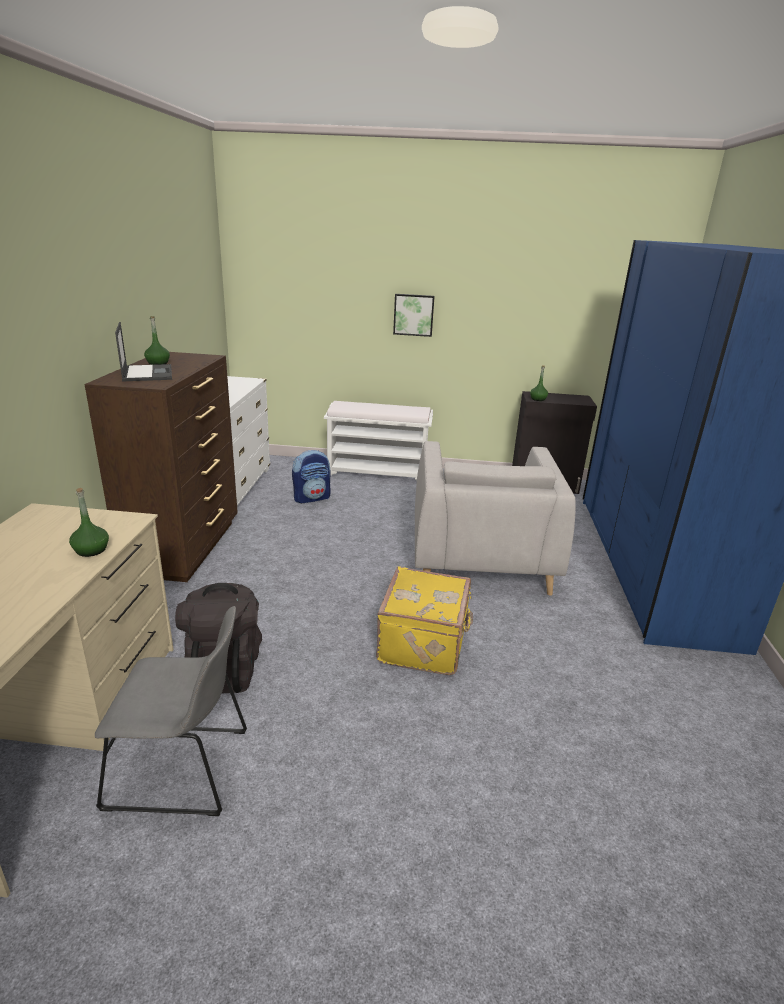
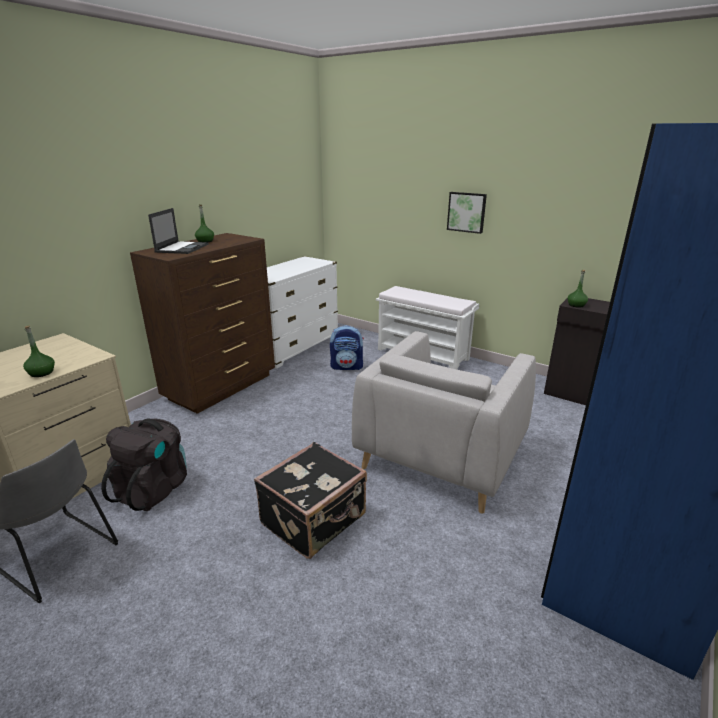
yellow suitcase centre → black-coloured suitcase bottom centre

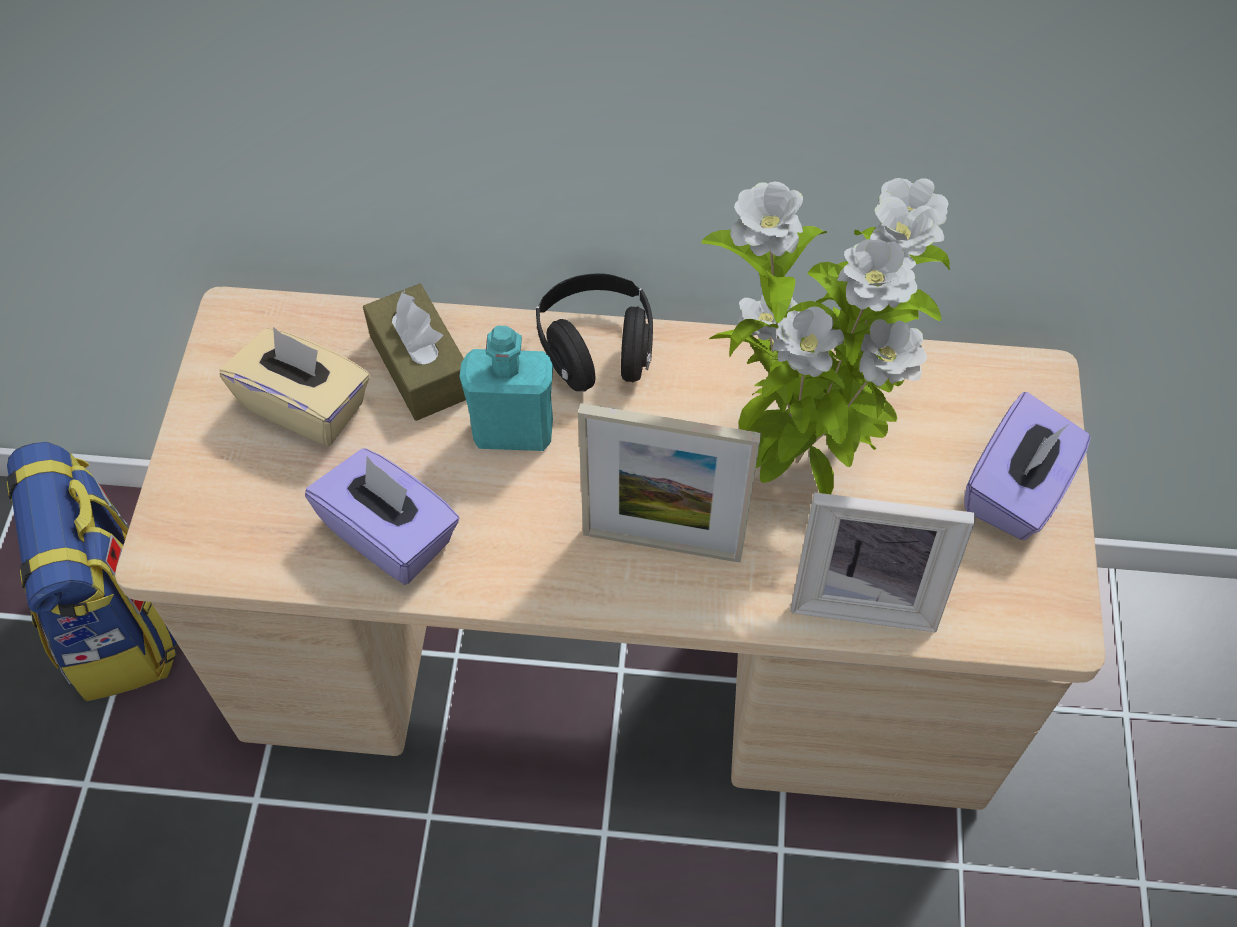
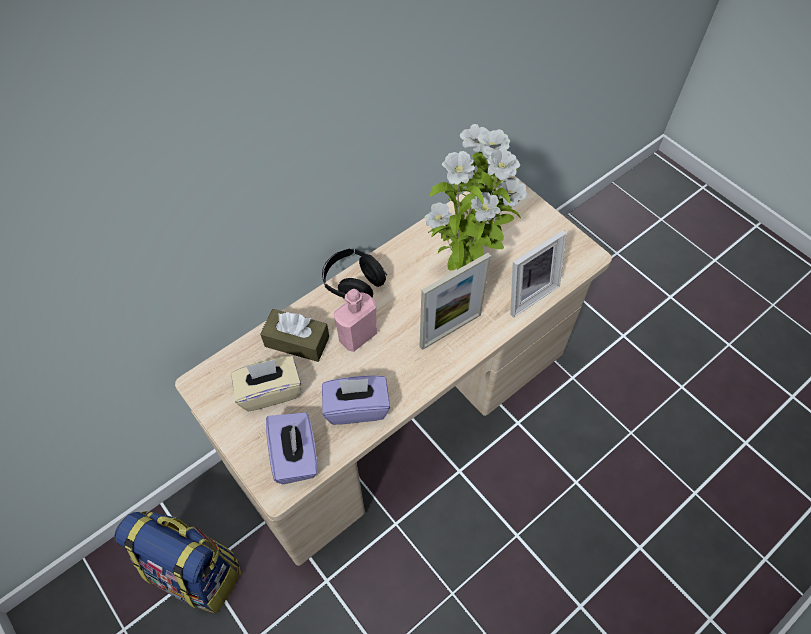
blue-green bottle centre → pink-coloured bottle centre
purple-coloured tissue box (no. 2 from left in the first image) middle right → purple-coloured tissue box (no. 1 from left) bottom centre, shifted

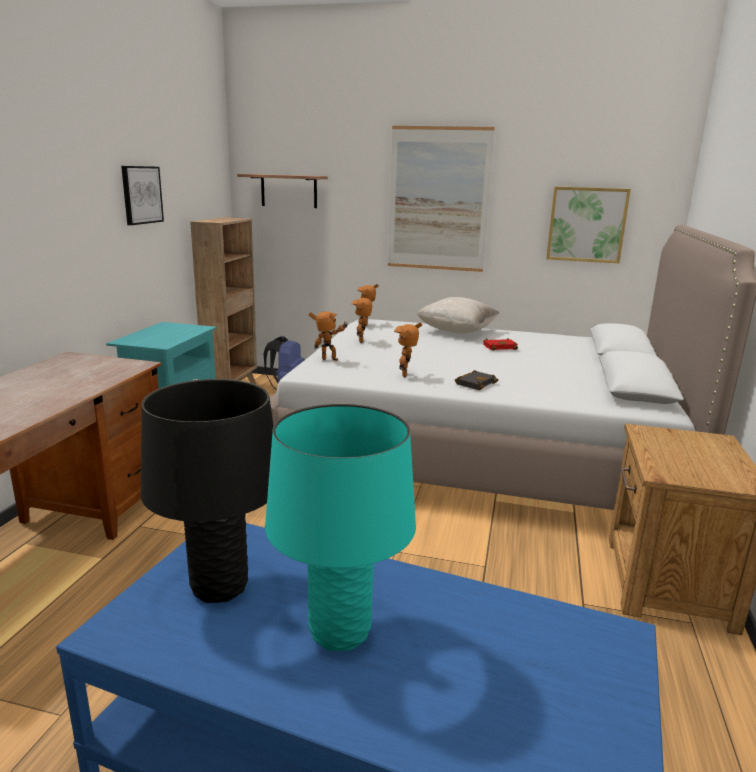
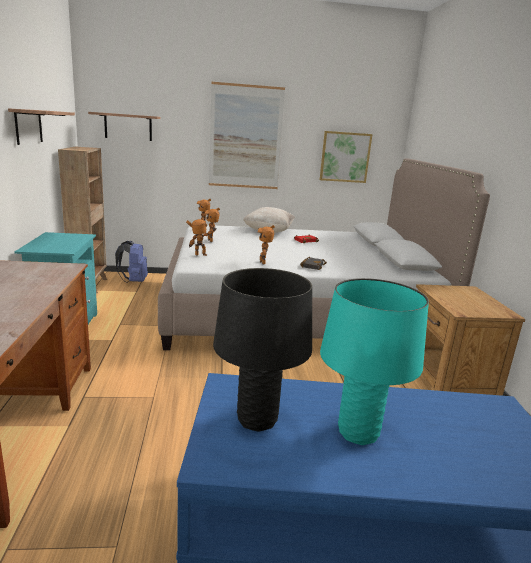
wall picture (no. 1 from left) top left → bracket shelf (no. 1 from left) top left

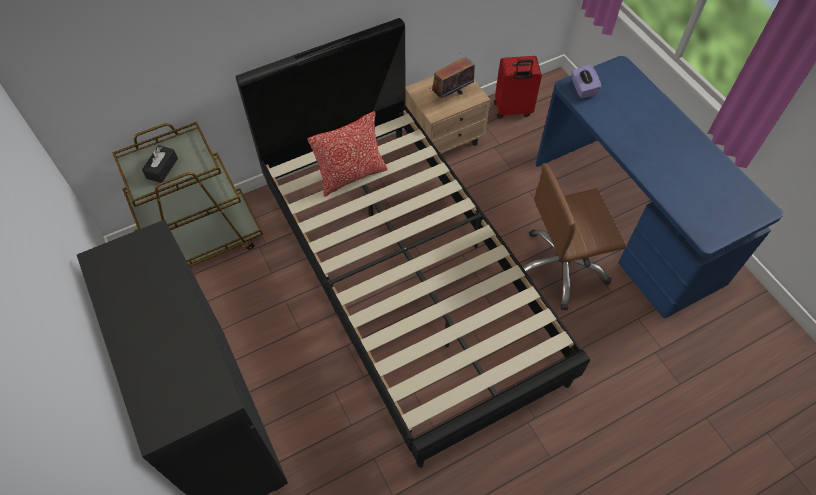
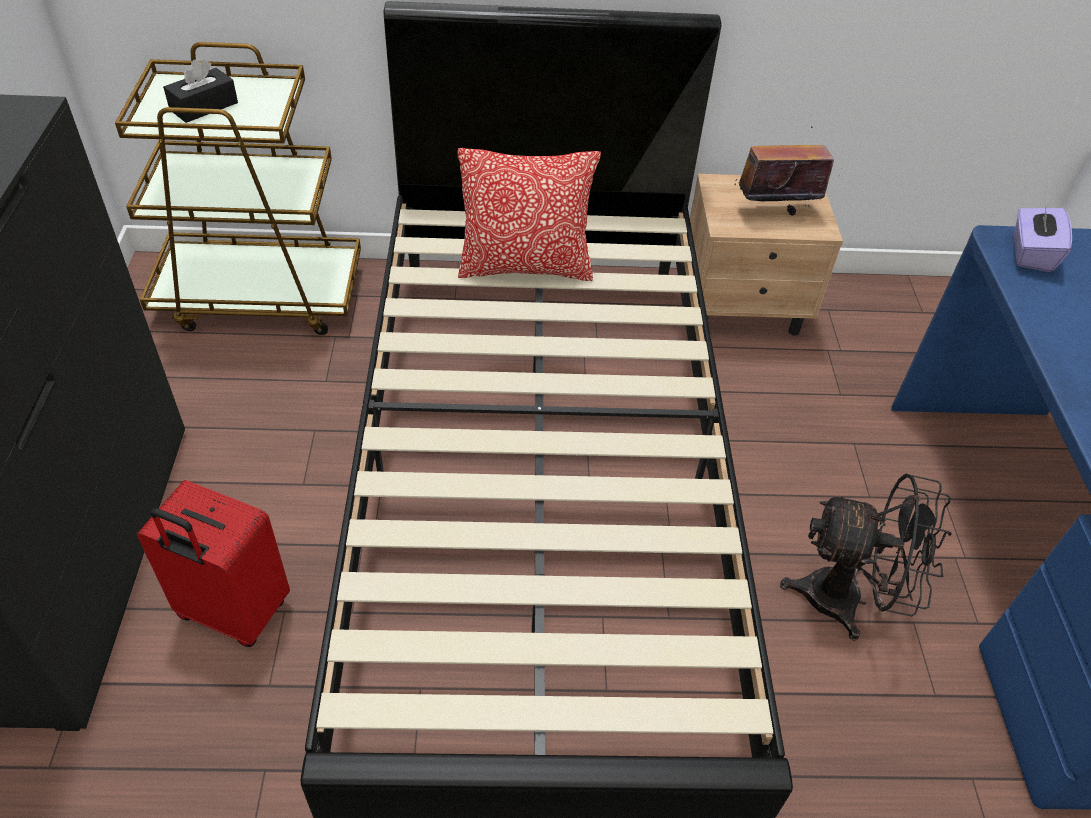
red suitcase top centre → red suitcase bottom left, shifted
brown desk chair middle right → black-coloured electric fan bottom right

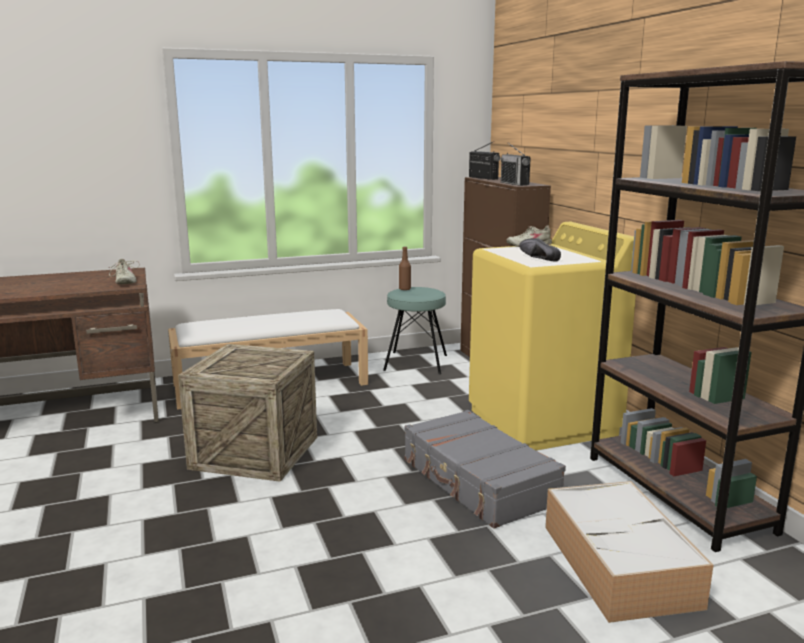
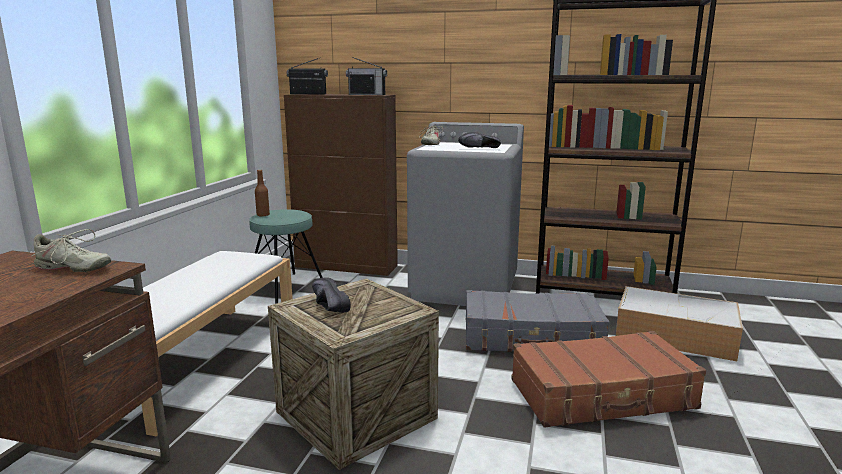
yellow washing machine middle right → grey washing machine centre
- → black-coloured low shoe (no. 1 from left) centre
- → brown suitcase bottom right

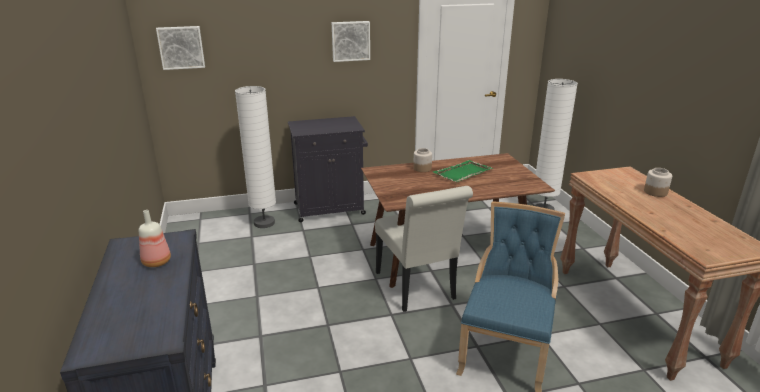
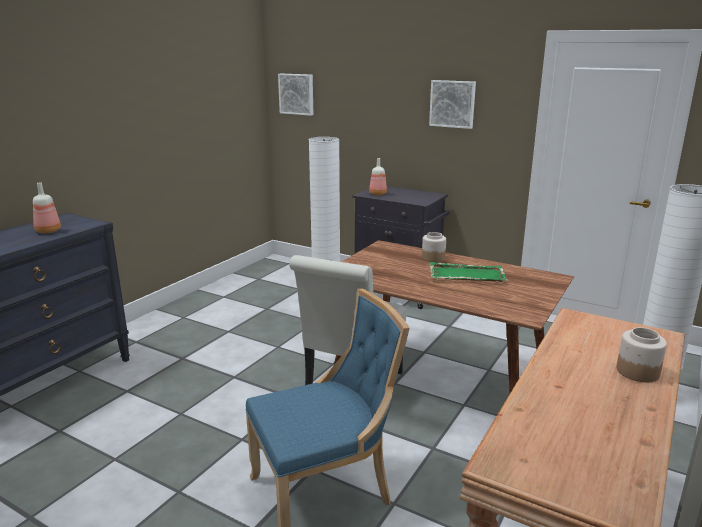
- → bottle (no. 2 from left) centre

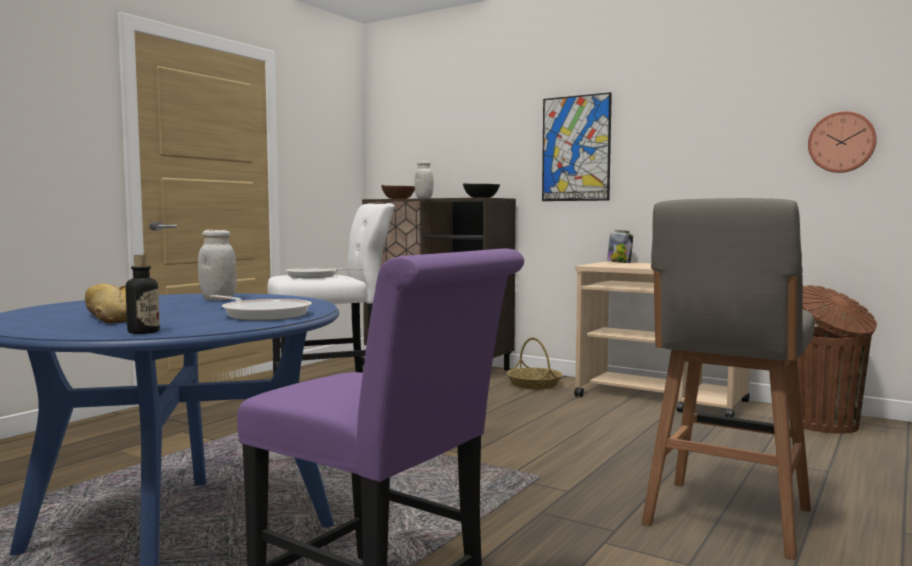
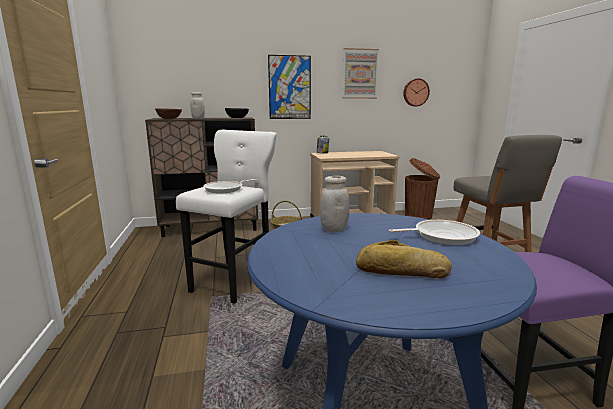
bottle middle left → -
- → wall picture (no. 2 from left) top centre

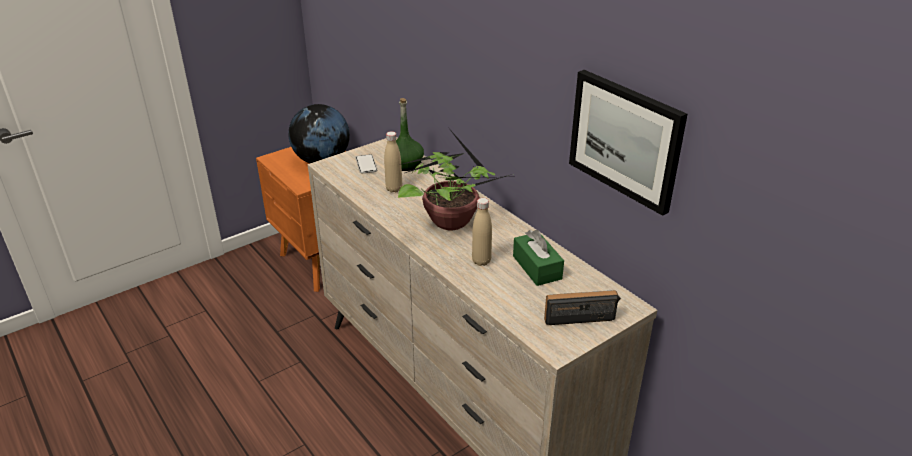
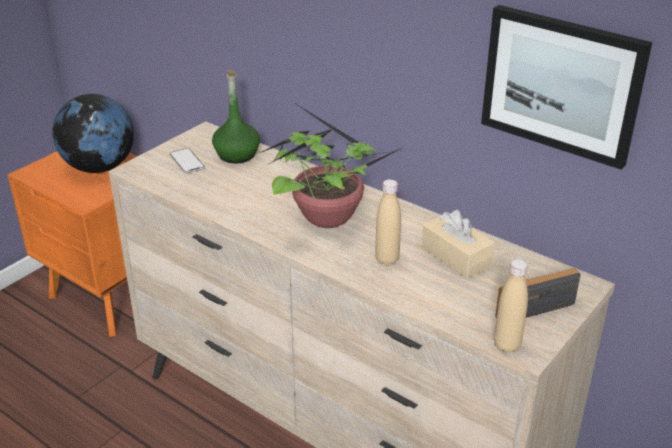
sand-coloured bottle (no. 1 from left in the first image) centre → sand-coloured bottle (no. 2 from left) bottom right, shifted
greenish tissue box centre → sand-coloured tissue box middle right

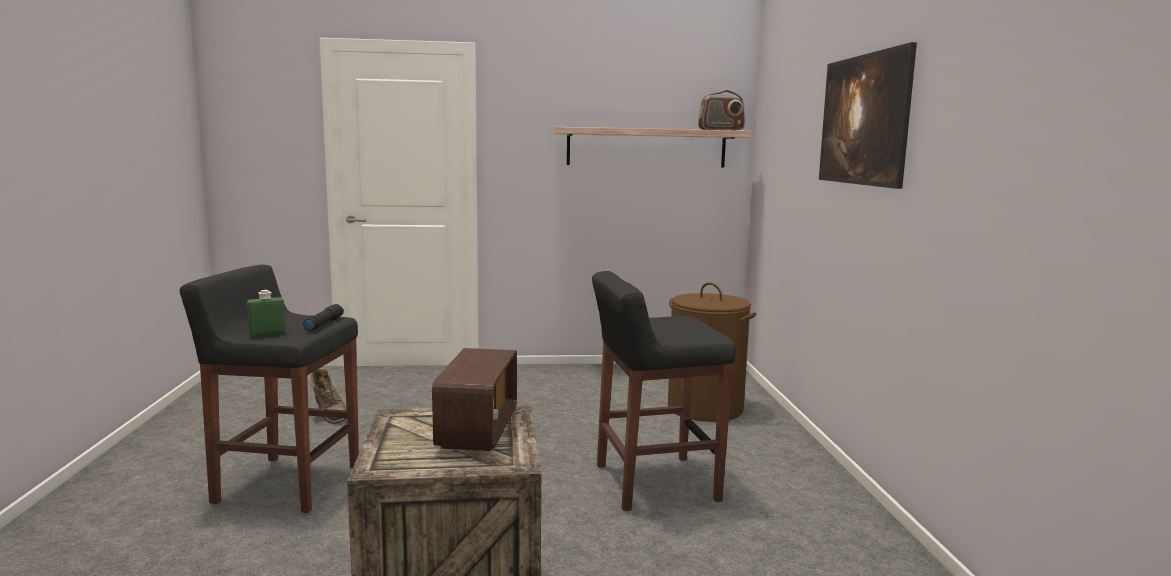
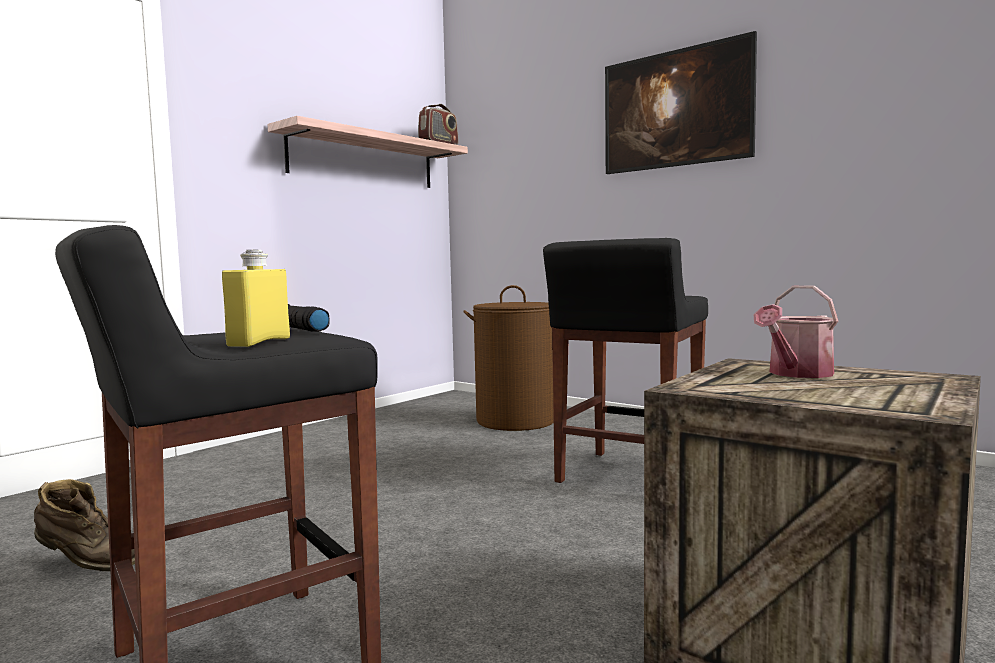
greenish bottle middle left → yellow bottle middle left
radio receiver (no. 1 from left) bottom centre → watering can middle right

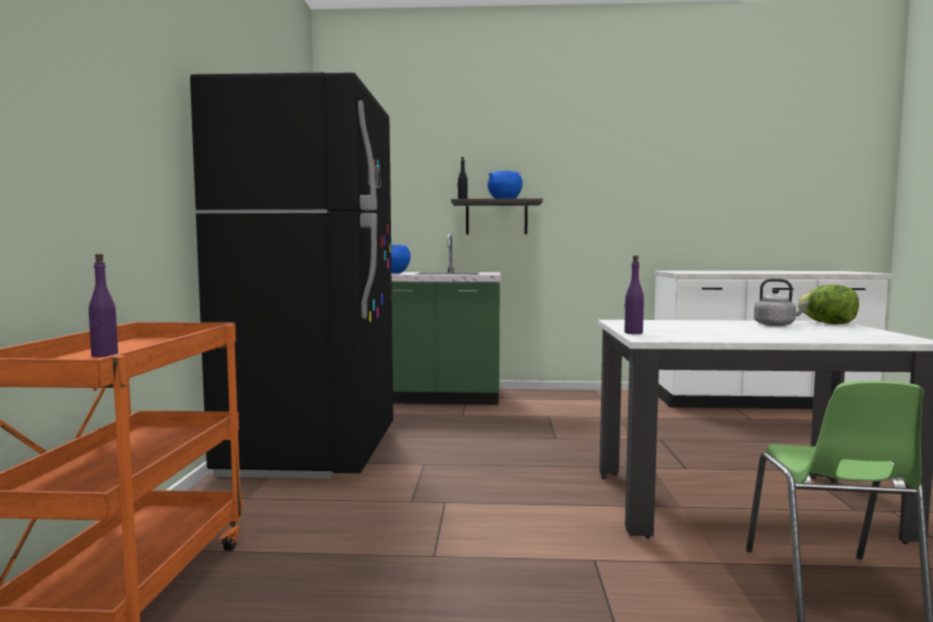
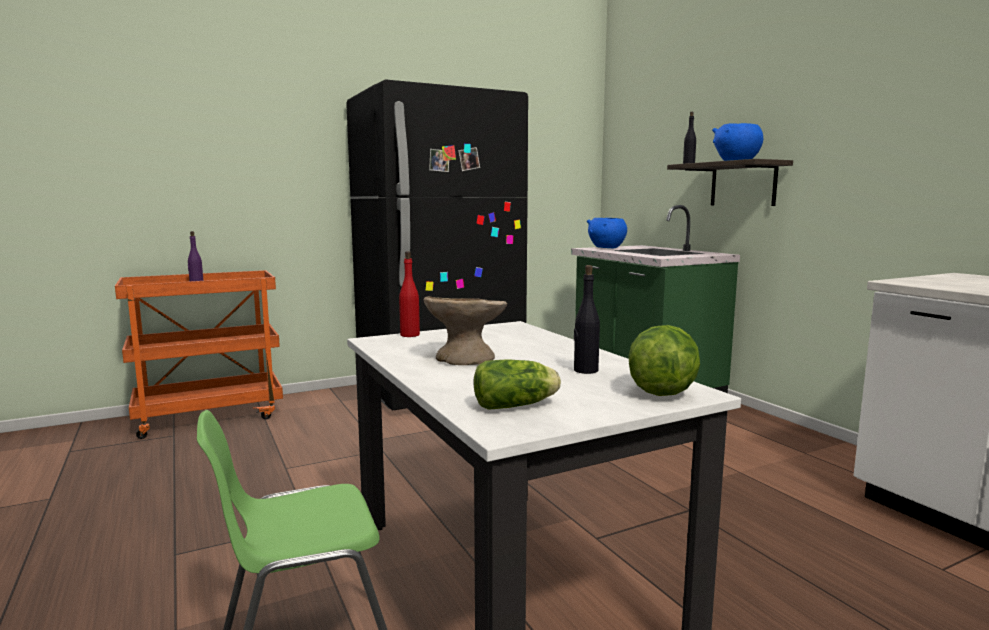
purple-coloured bottle (no. 2 from left) middle right → red bottle centre
grey water kettle middle right → black-coloured bottle (no. 1 from left) centre
- → sand-coloured serving bowl centre
- → lettuce (no. 1 from left) centre

